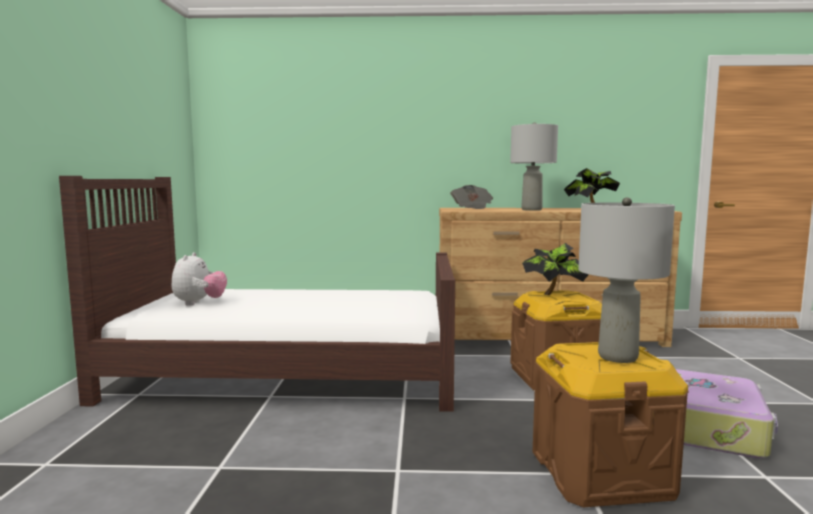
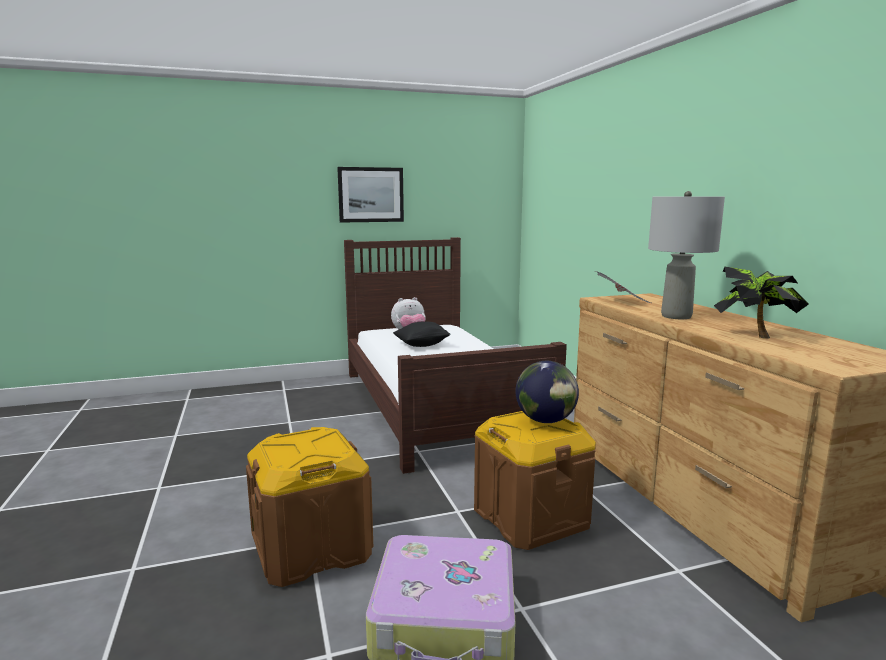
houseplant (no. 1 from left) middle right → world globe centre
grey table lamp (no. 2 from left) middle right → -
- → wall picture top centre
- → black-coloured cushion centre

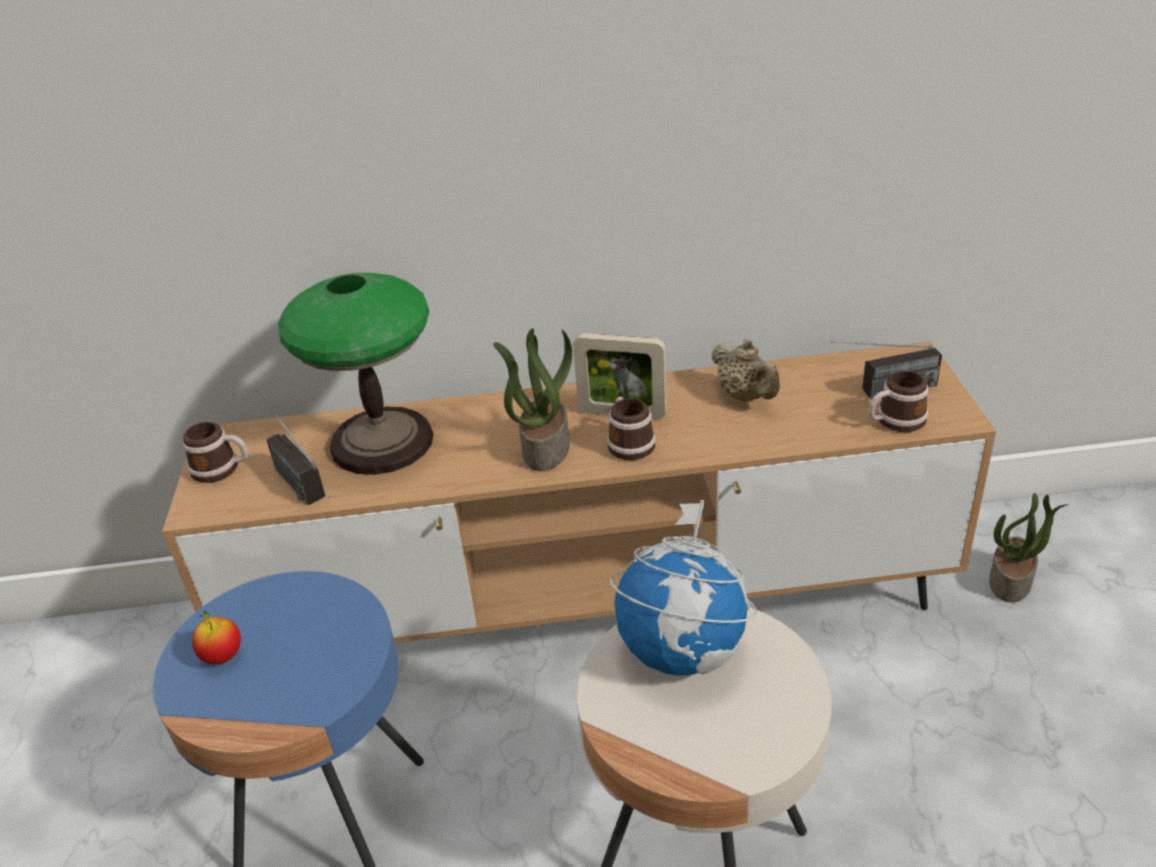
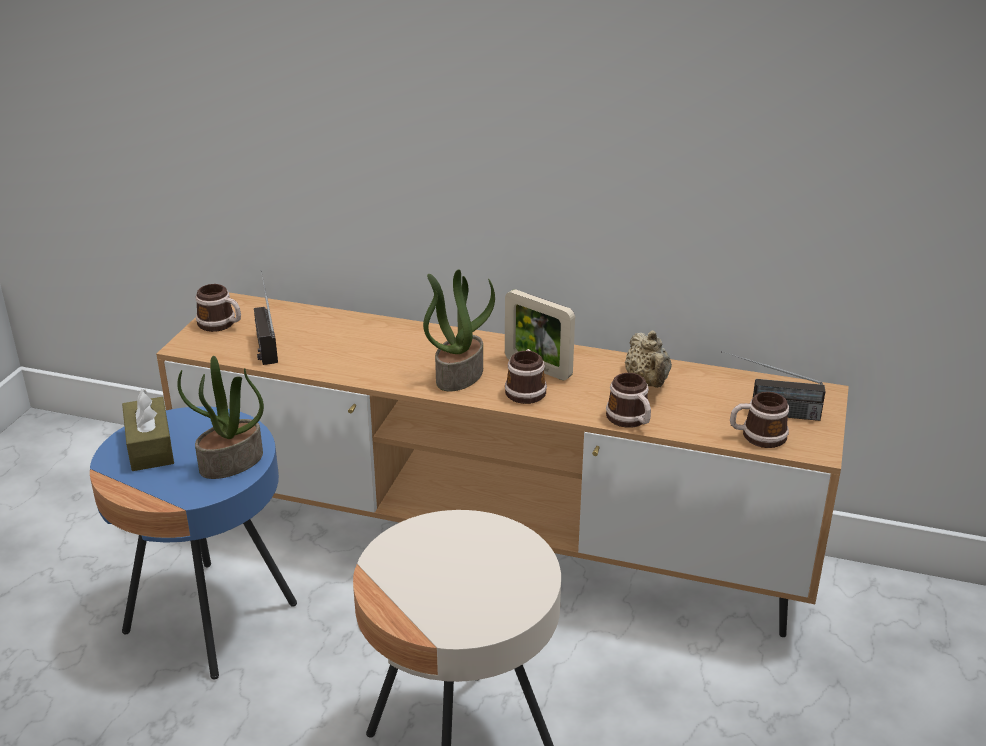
whole apple bottom left → brown tissue box middle left
table lamp middle left → -
world globe bottom centre → -
houseplant (no. 2 from left in the first image) middle right → houseplant (no. 1 from left) middle left, shifted
- → coffee mug (no. 3 from left) centre

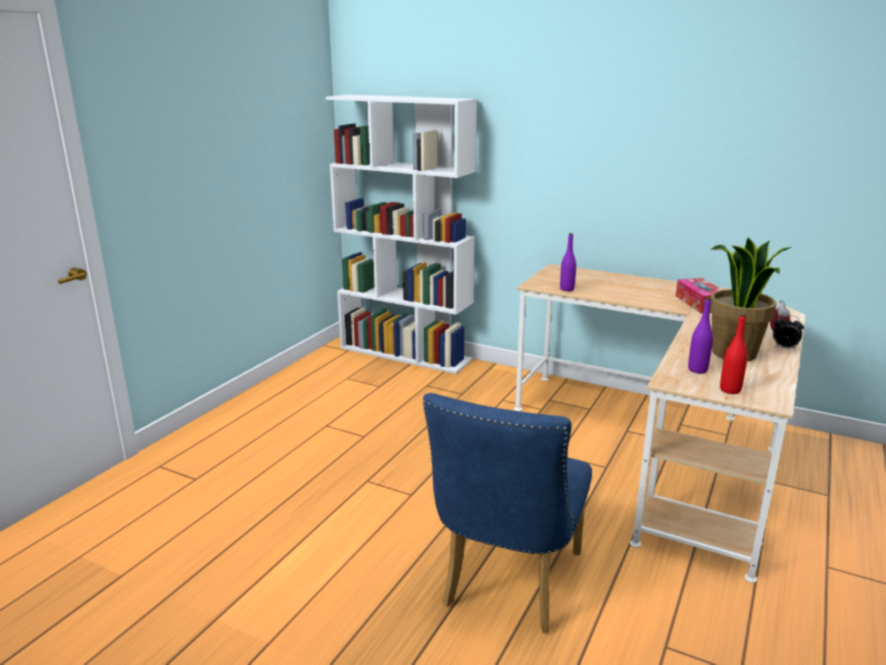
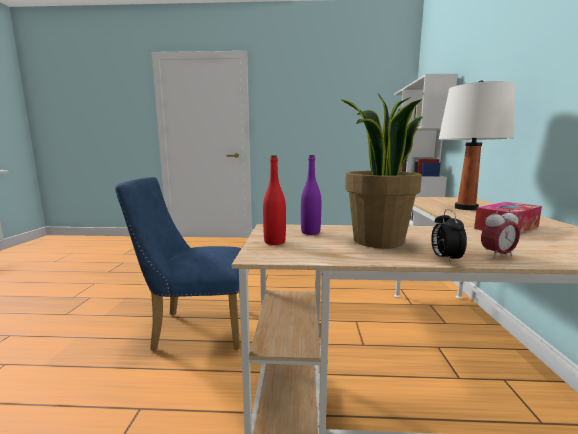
purple-coloured bottle (no. 1 from left) centre → -
- → whitish table lamp middle right

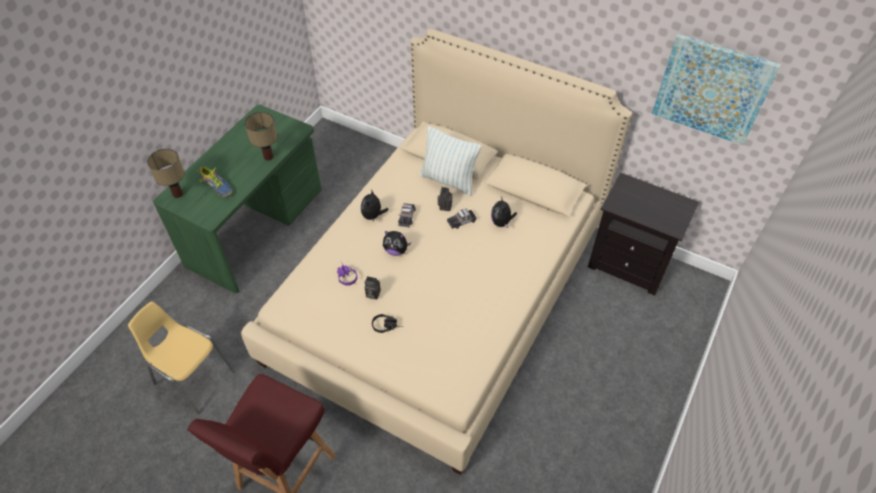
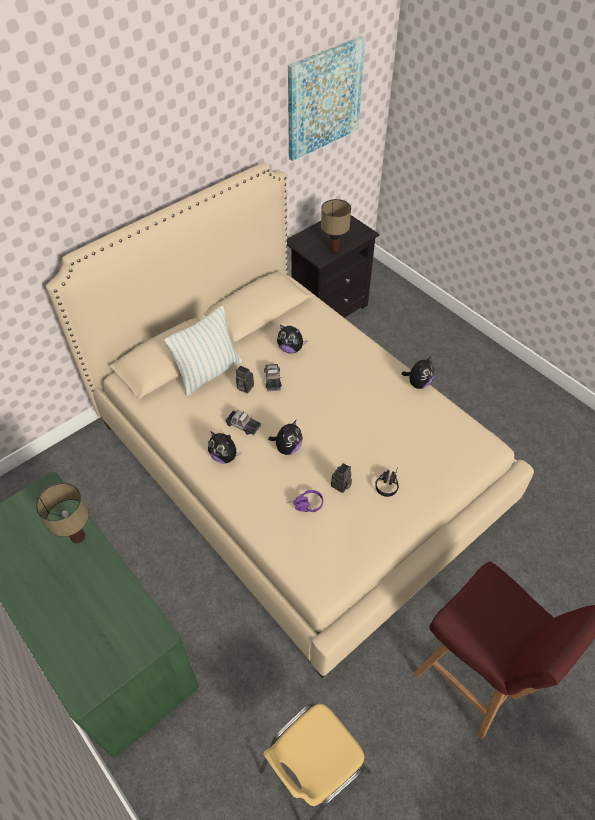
table lamp (no. 1 from left in the first image) middle left → table lamp (no. 2 from left) top centre, shifted
low shoe middle left → -
- → cuddly toy (no. 4 from left) middle right

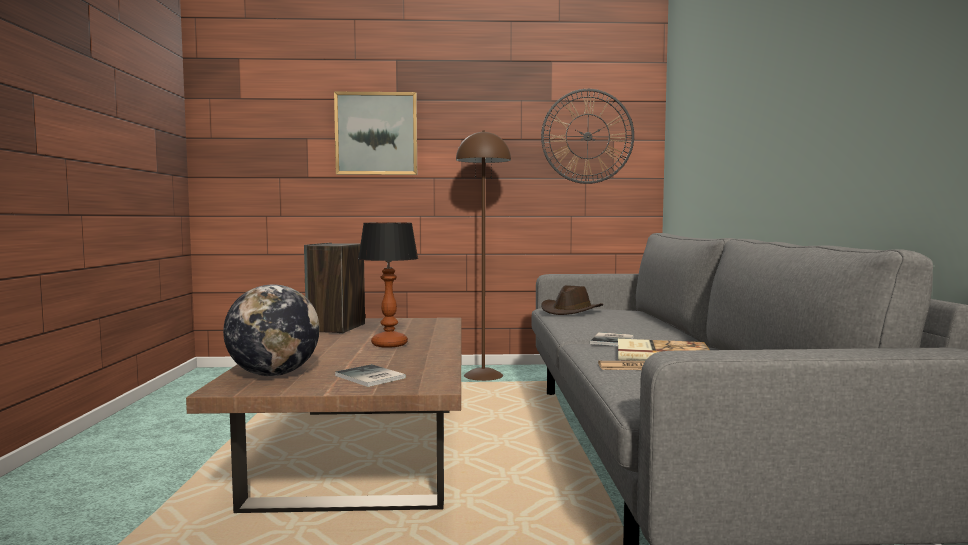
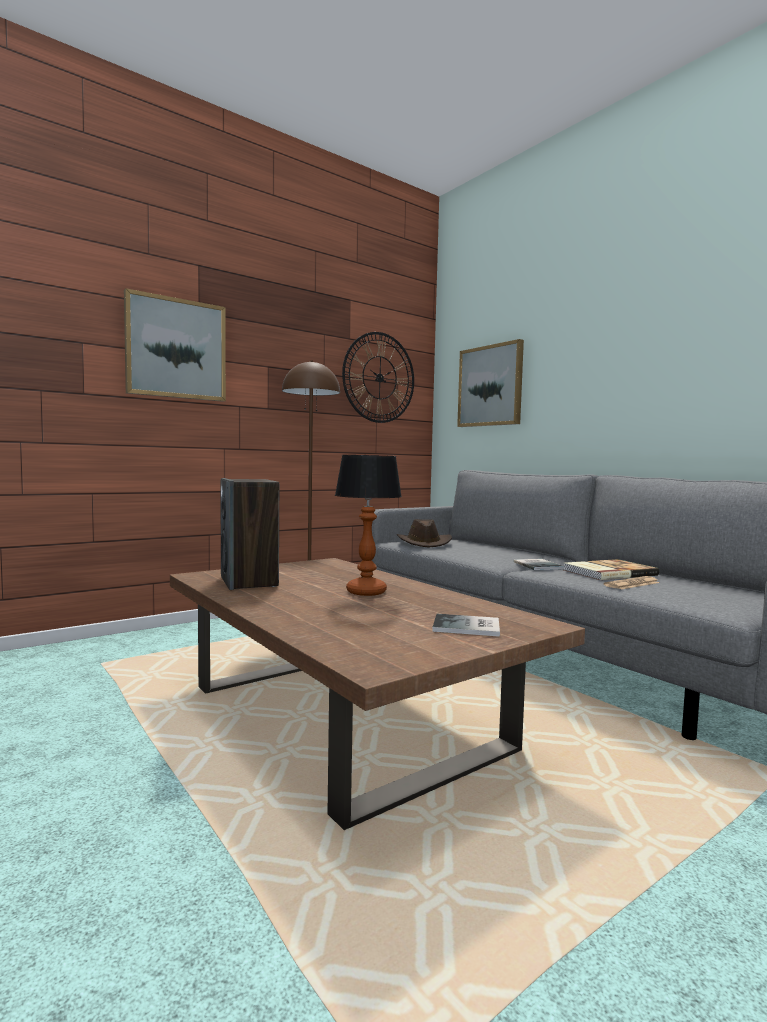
world globe middle left → -
- → wall picture (no. 2 from left) centre

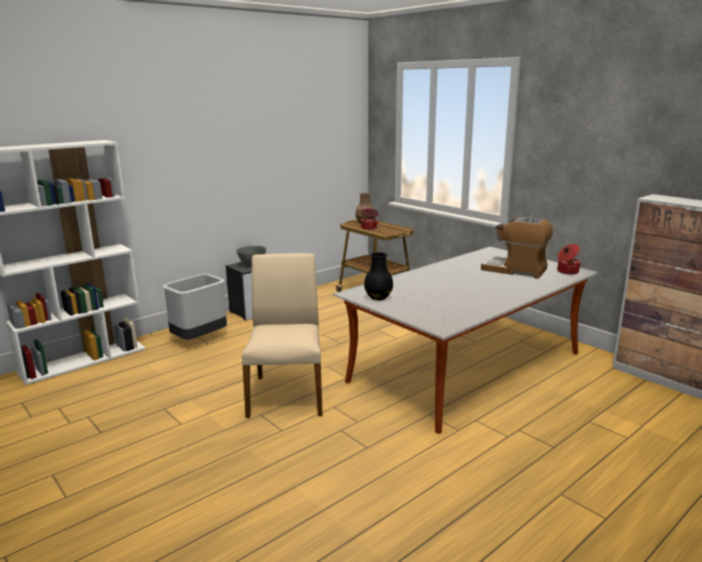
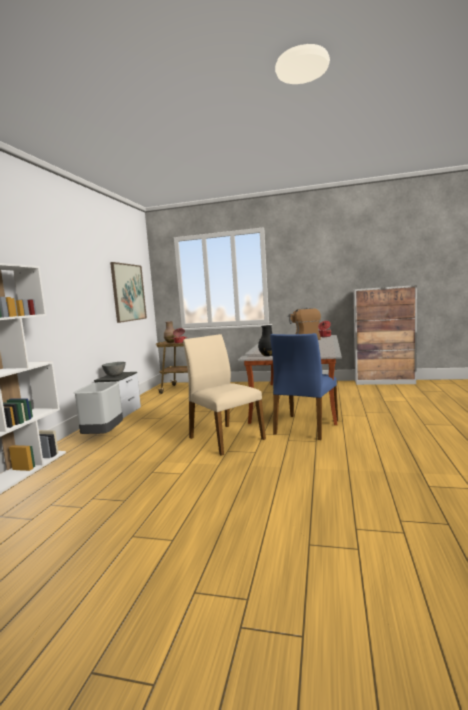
- → wall picture middle left
- → blue-coloured chair centre

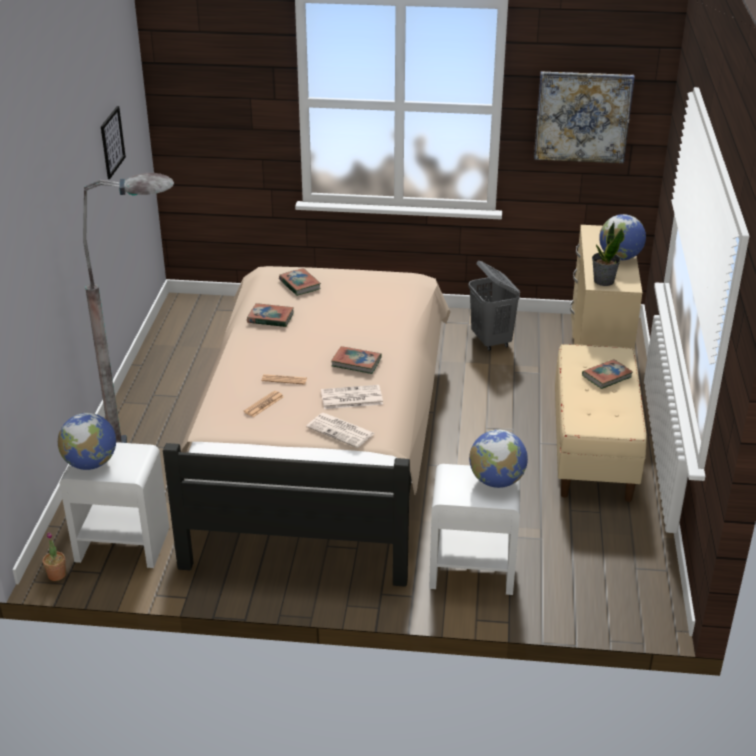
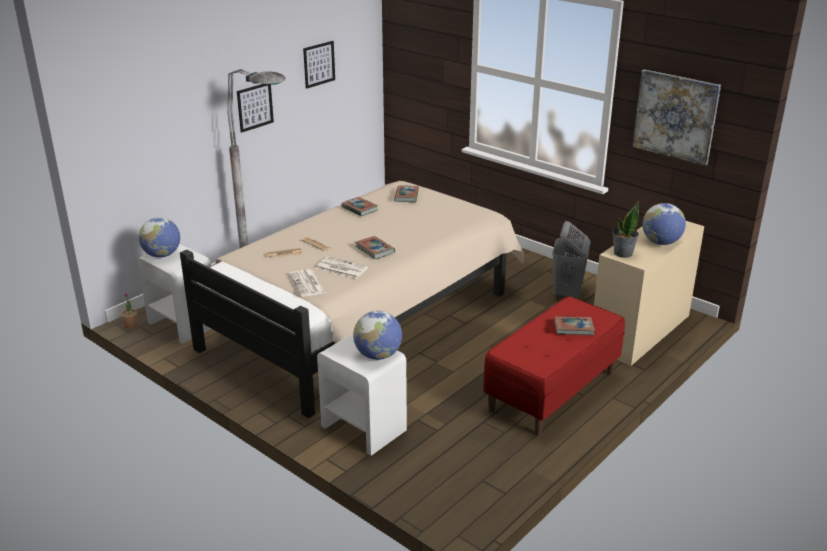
sand-coloured indoor bench middle right → red indoor bench middle right
- → wall picture (no. 1 from left) top left

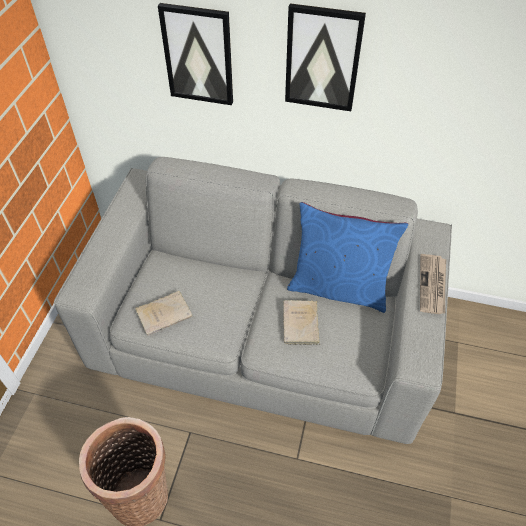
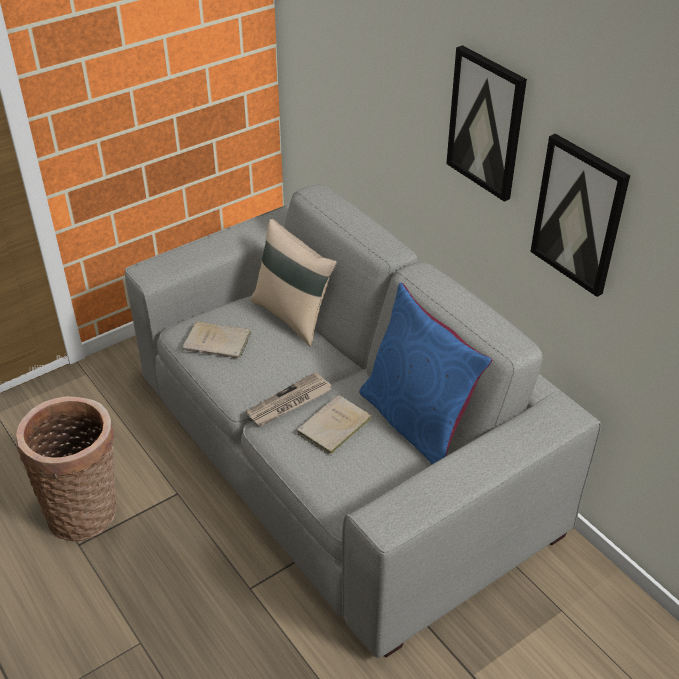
wall picture (no. 1 from left in the first image) top centre → wall picture (no. 2 from left) top right, shifted
printed paper middle right → printed paper centre, shifted
- → sand-coloured cushion centre

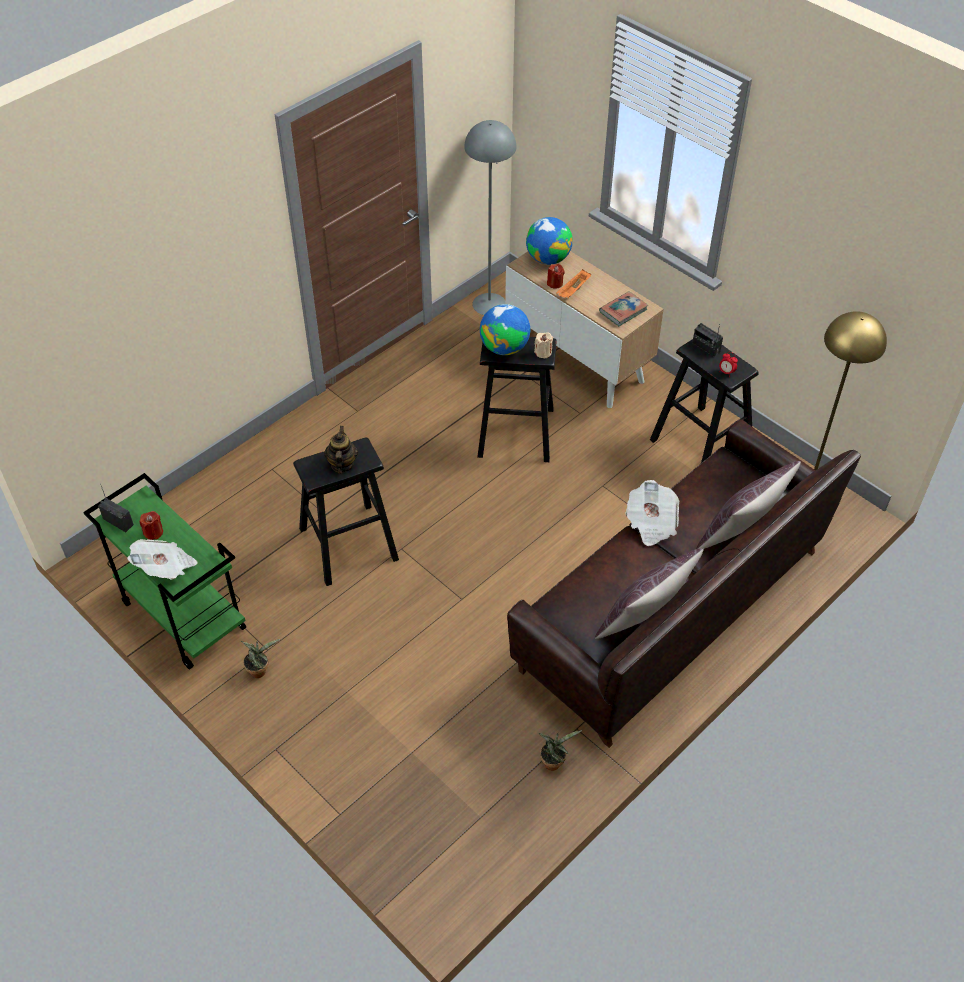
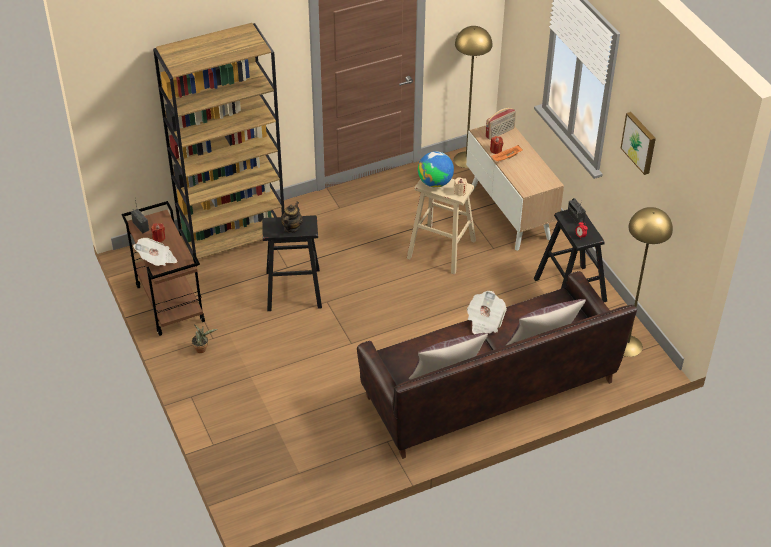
greenish trolley middle left → brown trolley middle left
grey floor lamp top centre → yellow floor lamp (no. 1 from left) top centre
black-coloured stool seat (no. 2 from left) centre → sand-coloured stool seat centre
world globe (no. 2 from left) top centre → radio receiver (no. 2 from left) top centre
houseplant (no. 2 from left) bottom centre → -
book top centre → -
- → brown bookshelf top left
- → wall picture top right

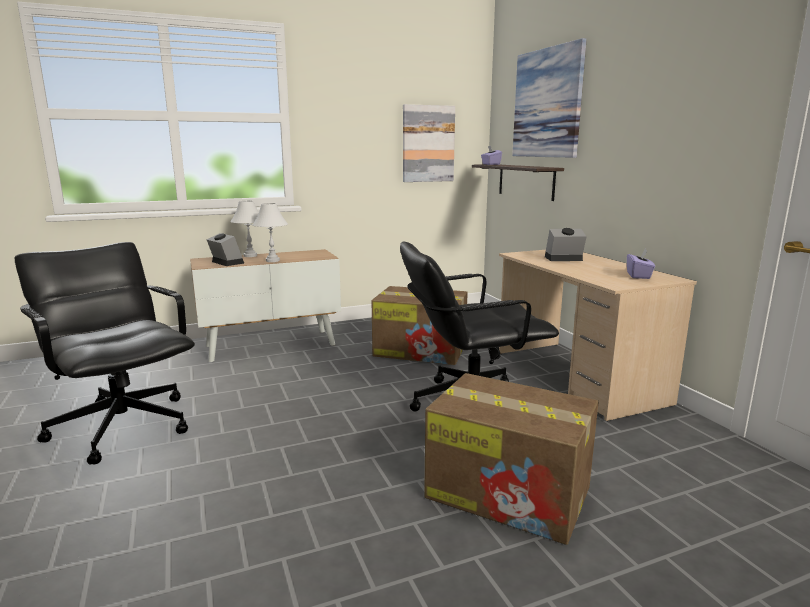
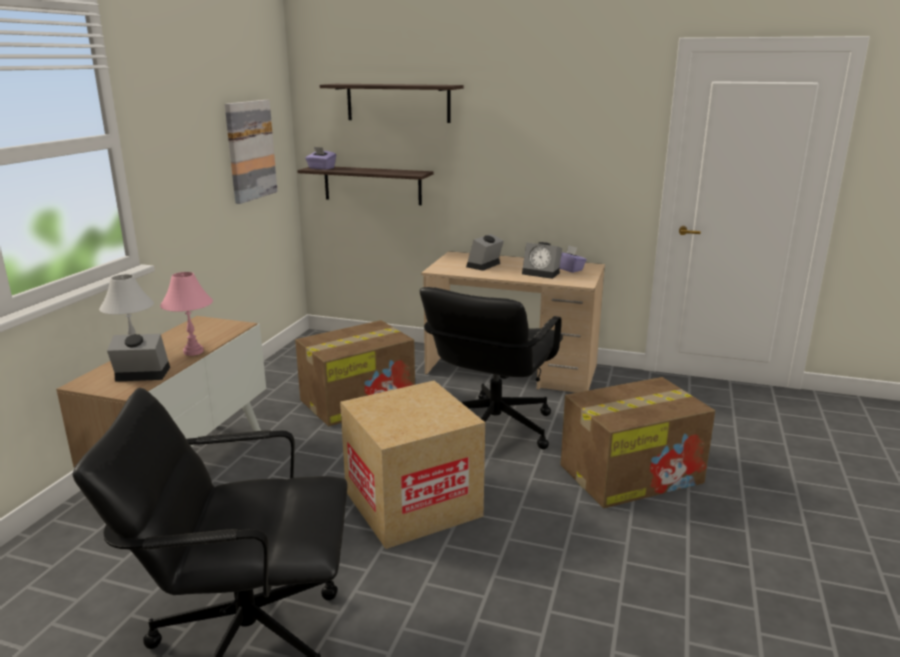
whitish table lamp (no. 2 from left) centre → pink-coloured table lamp middle left
wall picture (no. 2 from left) top right → bracket shelf (no. 2 from left) top centre
- → packing box (no. 2 from left) bottom centre
- → alarm clock (no. 3 from left) centre

